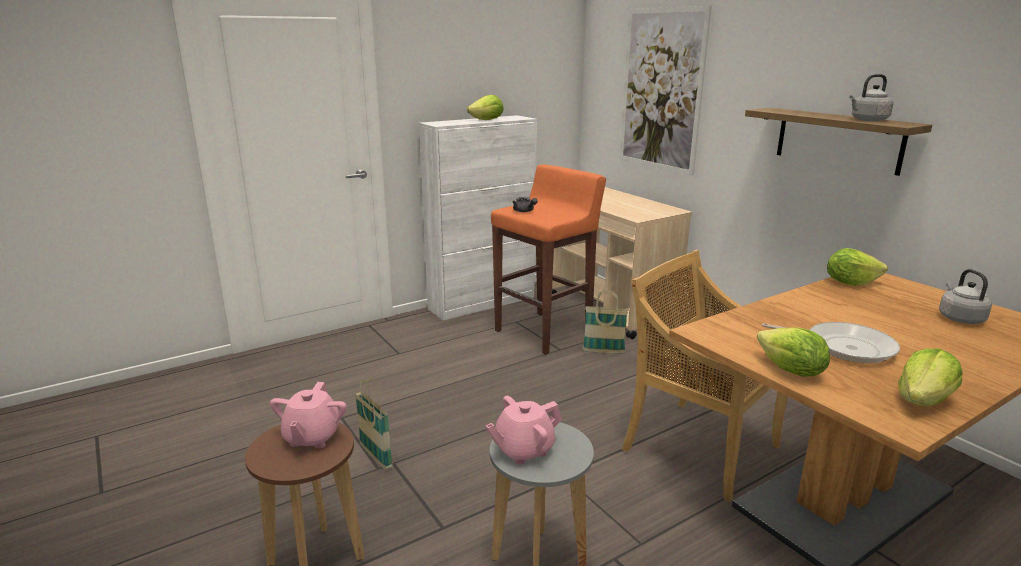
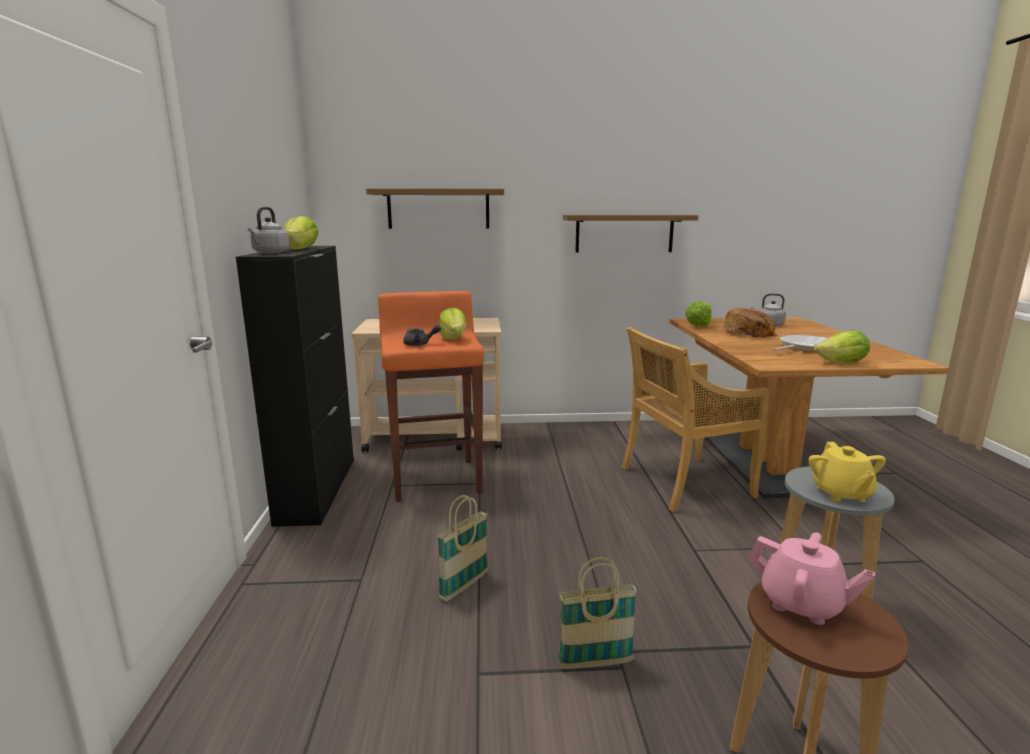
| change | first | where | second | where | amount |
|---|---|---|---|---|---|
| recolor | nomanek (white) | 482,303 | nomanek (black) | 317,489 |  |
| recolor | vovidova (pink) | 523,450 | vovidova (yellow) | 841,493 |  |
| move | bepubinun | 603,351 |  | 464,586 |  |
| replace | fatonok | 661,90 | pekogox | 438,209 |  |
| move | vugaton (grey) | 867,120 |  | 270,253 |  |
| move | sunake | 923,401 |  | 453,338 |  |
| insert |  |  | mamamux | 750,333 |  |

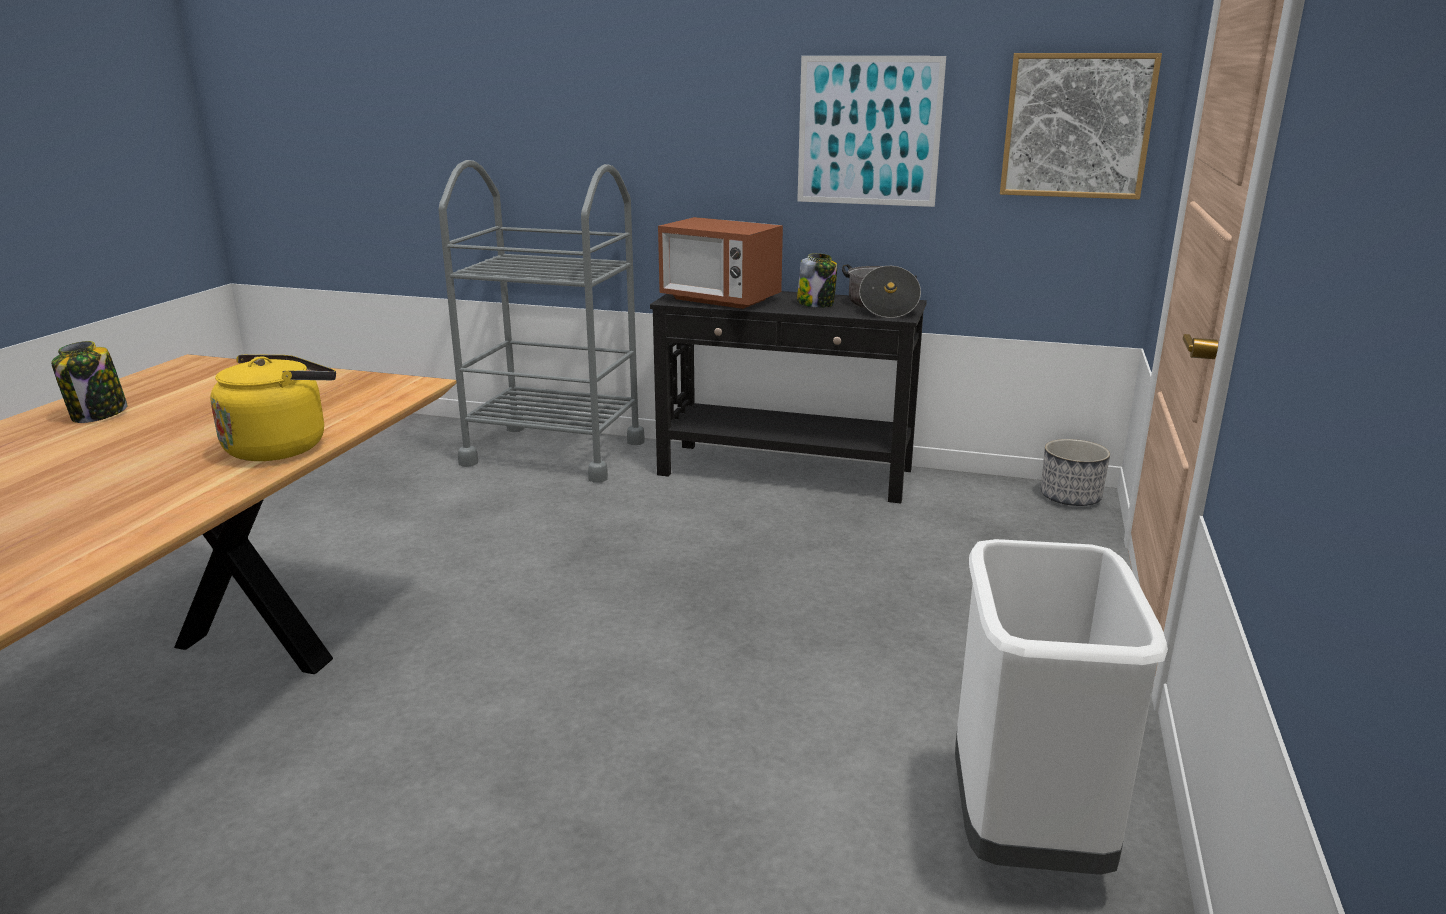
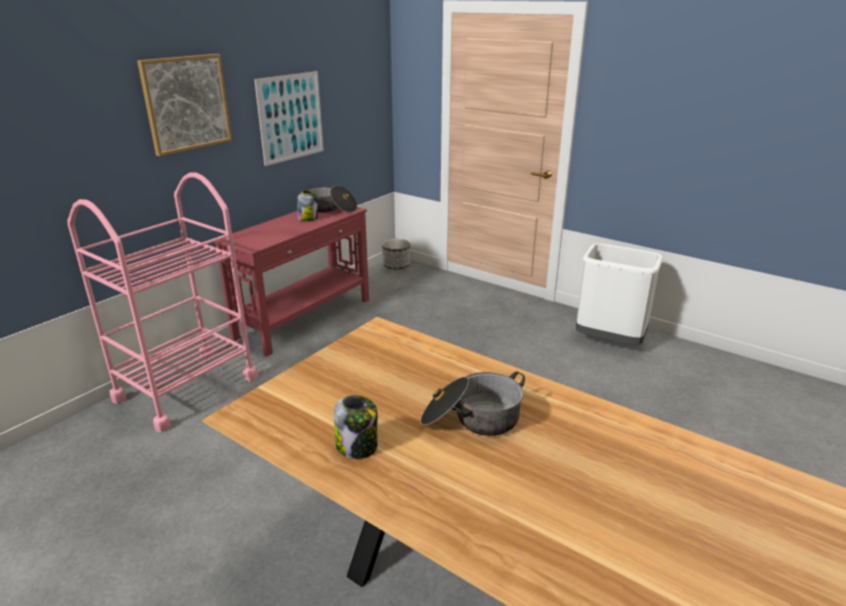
| change | first | where | second | where | amount |
|---|---|---|---|---|---|
| delete | vugaton (yellow) | 281,447 |  |  |  |
| recolor | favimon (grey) | 554,453 | favimon (pink) | 186,388 |  |
| recolor | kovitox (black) | 786,473 | kovitox (red) | 305,318 |  |
| delete | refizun | 720,299 |  |  |  |
| move | fatonok | 1077,126 |  | 186,103 |  |
| insert |  |  | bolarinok | 471,419 |  |

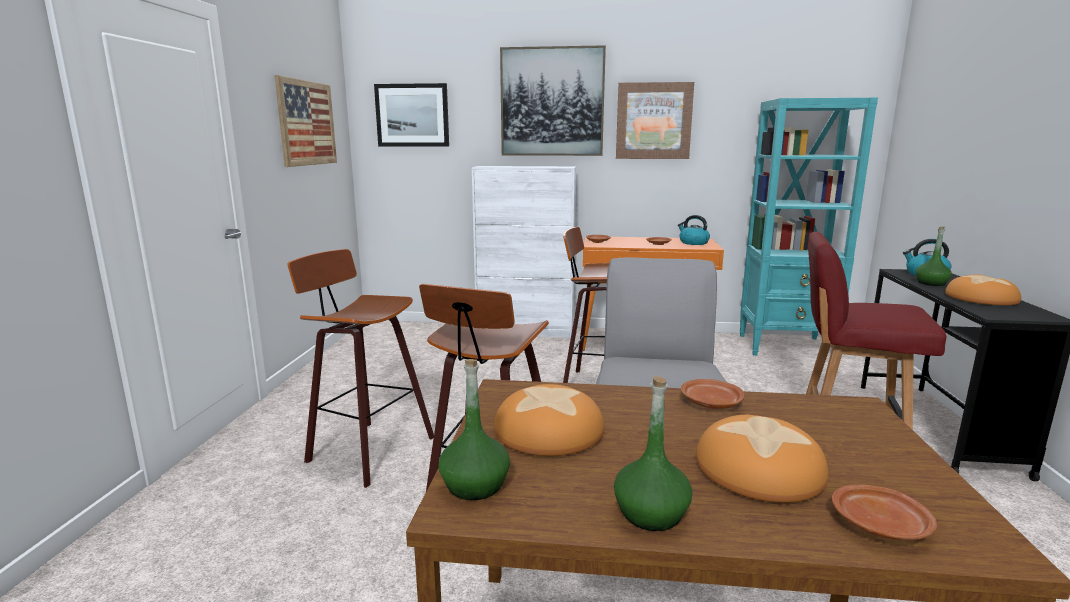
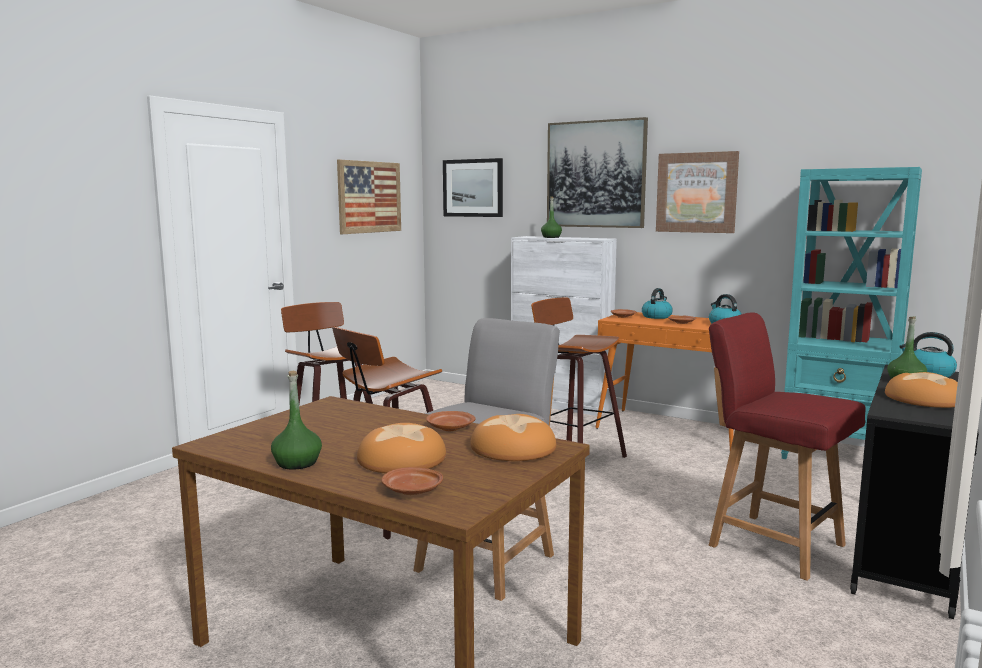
| change | first | where | second | where | amount |
|---|---|---|---|---|---|
| move | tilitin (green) | 474,485 |  | 551,237 |  |
| move | mamamux | 550,430 |  | 514,448 |  |
| insert |  |  | vugaton | 656,316 |  |

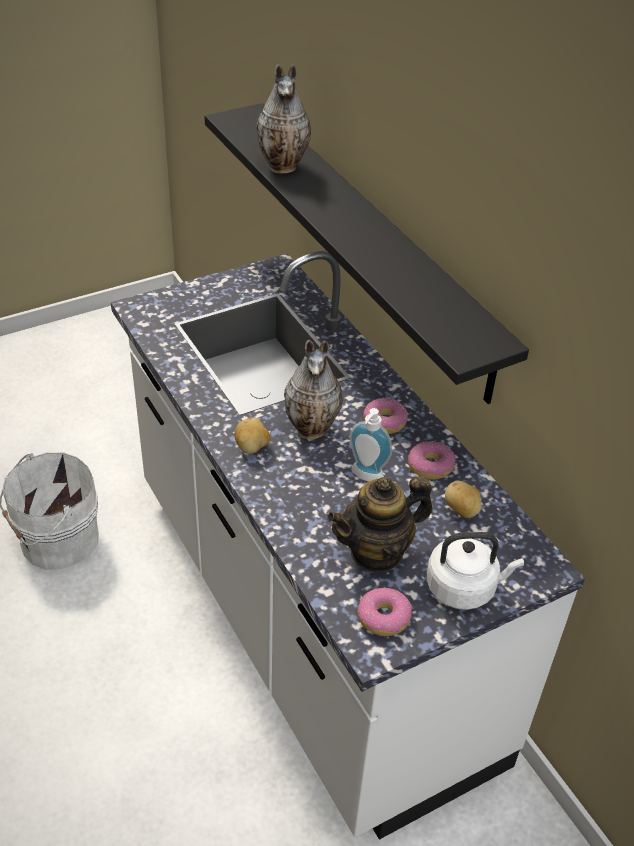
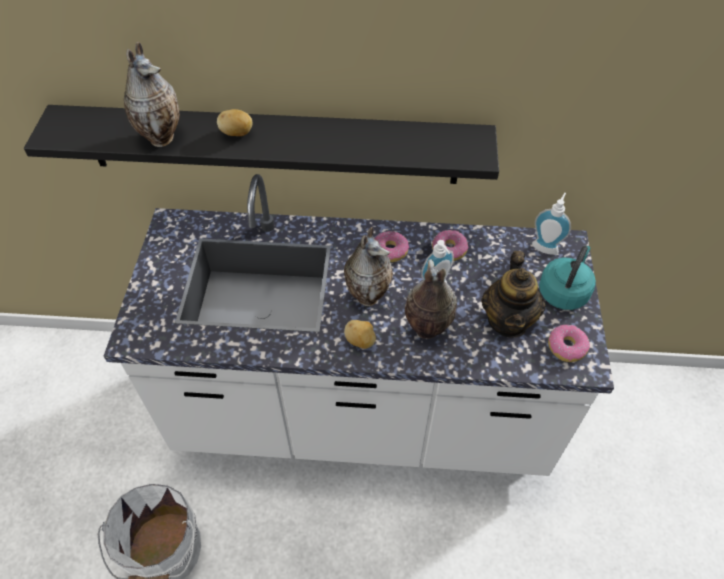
| change | first | where | second | where | amount |
|---|---|---|---|---|---|
| recolor | vugaton (white) | 464,588 | vugaton (turquoise) | 564,291 |  |
| move | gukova | 461,510 |  | 237,133 |  |
| insert |  |  | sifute | 426,329 |  |
| insert |  |  | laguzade | 546,246 |  |

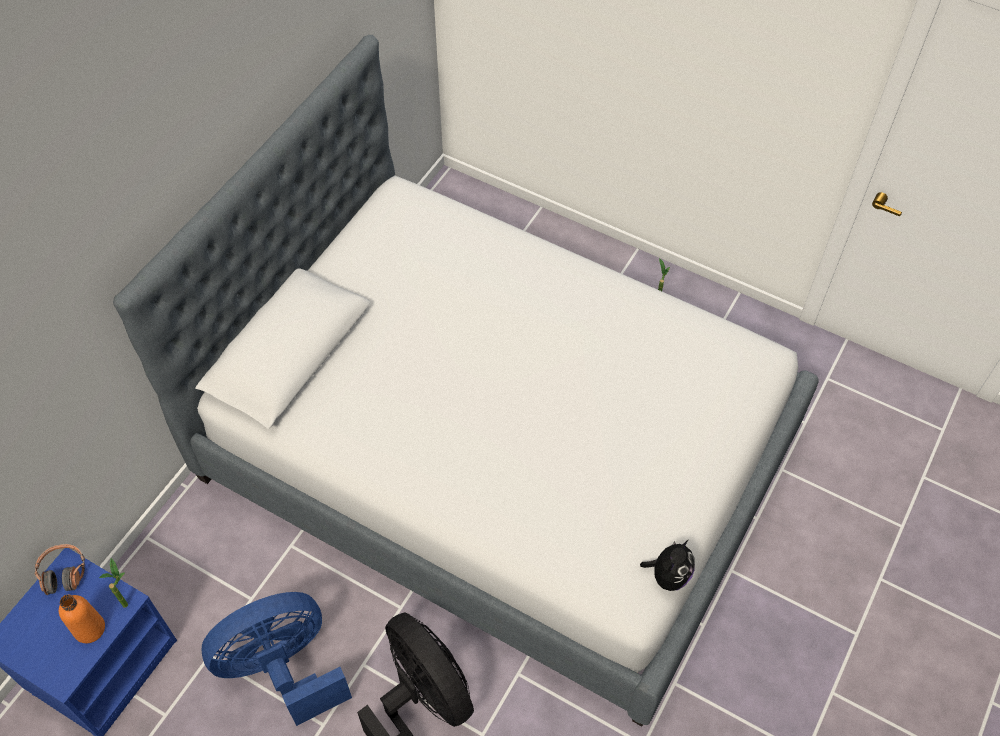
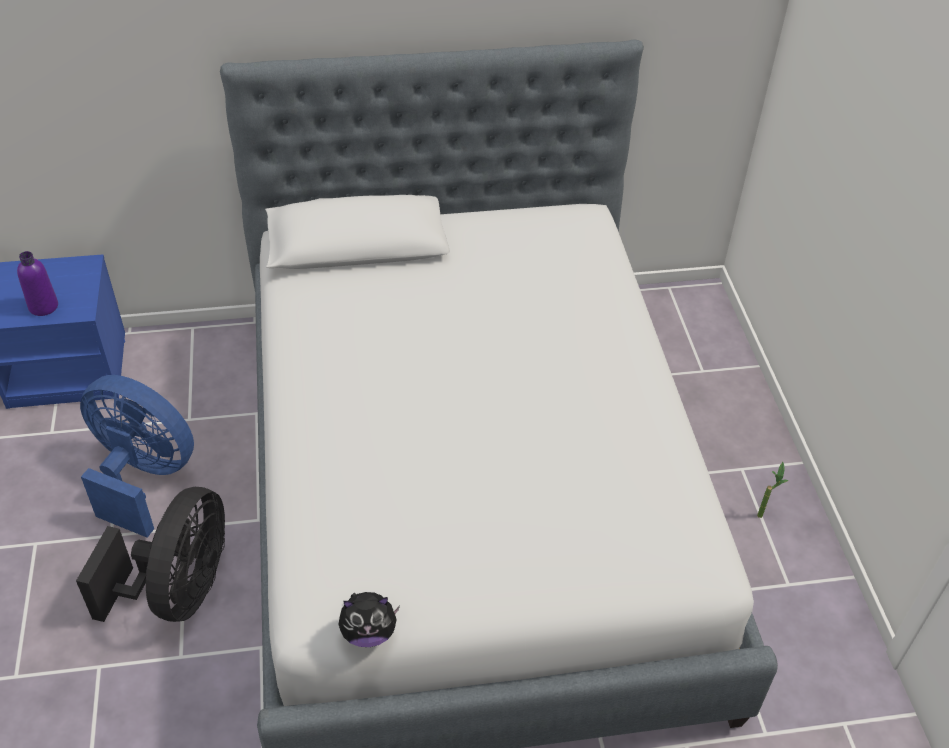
| change | first | where | second | where | amount |
|---|---|---|---|---|---|
| delete | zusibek | 63,573 |  |  |  |
| recolor | tilitin (orange) | 89,629 | tilitin (purple) | 43,306 |  |
| delete | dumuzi | 128,599 |  |  |  |

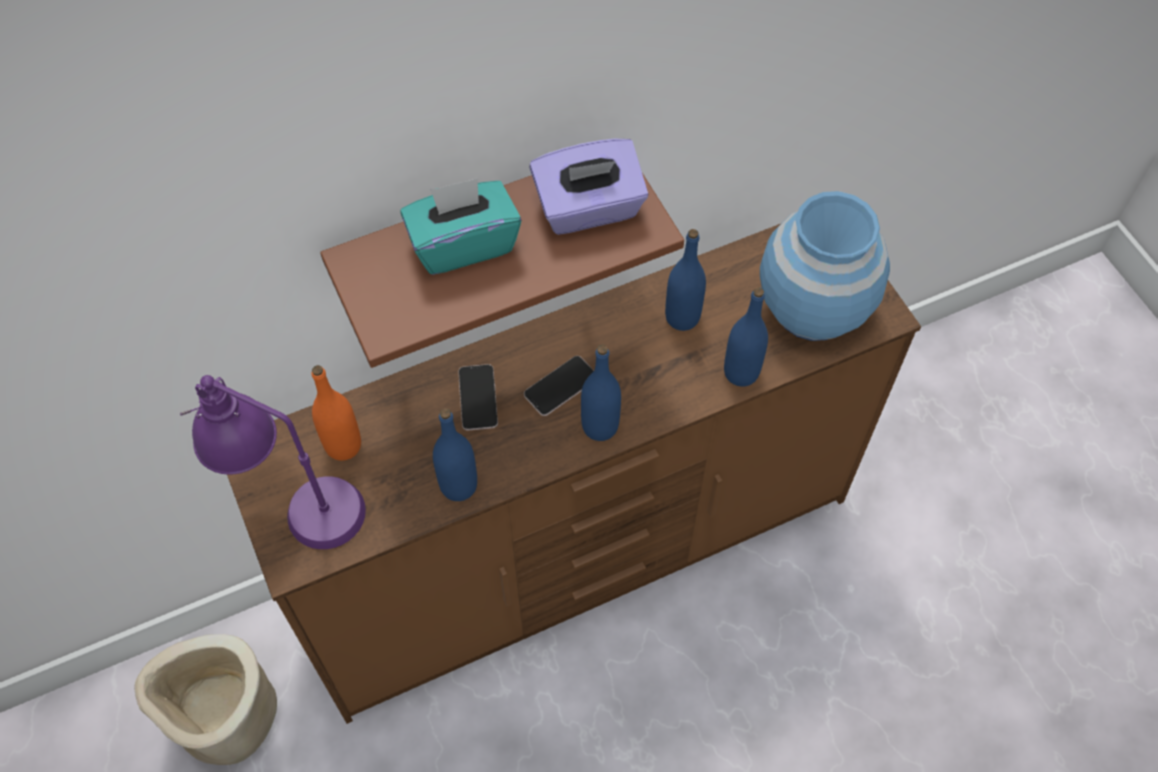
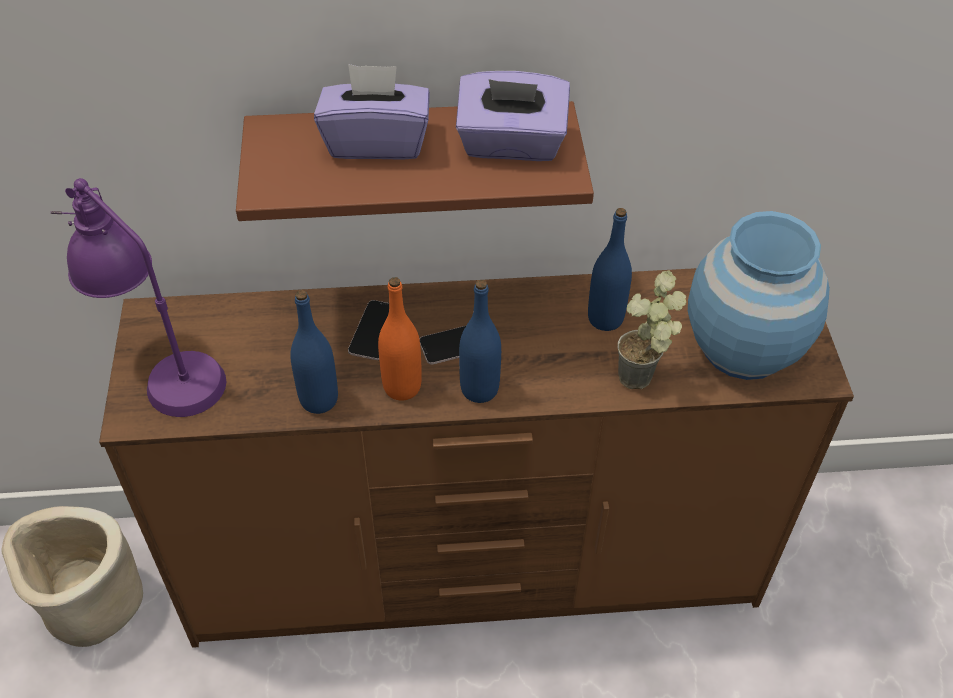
| change | first | where | second | where | amount |
|---|---|---|---|---|---|
| move | tilitin (orange) | 343,445 |  | 402,387 |  |
| recolor | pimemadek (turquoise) | 463,244 | pimemadek (purple) | 376,142 |  |
| replace | tilitin (blue) | 741,372 | dumuzi | 643,383 |  |

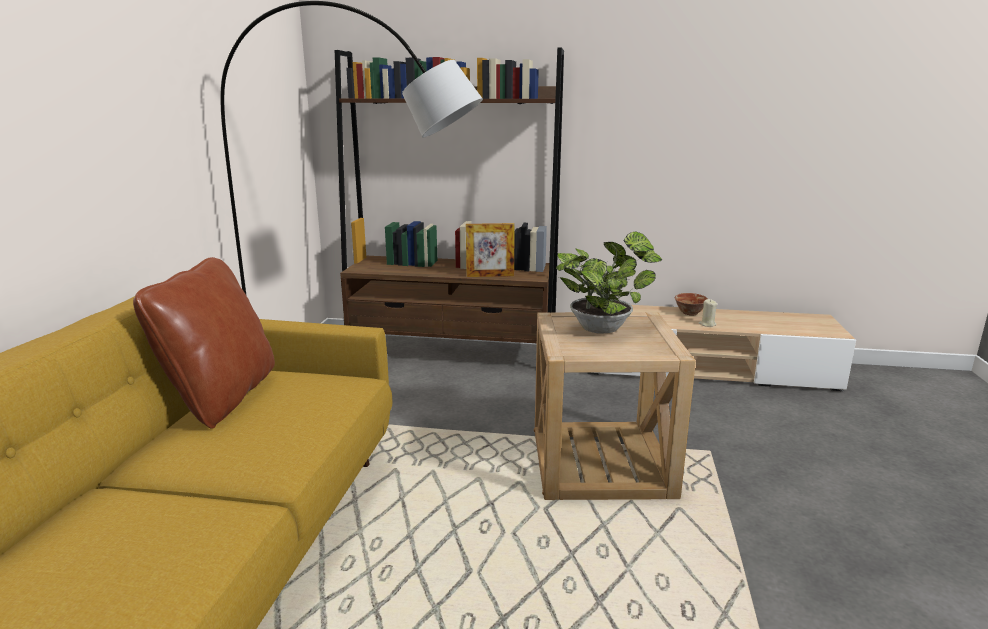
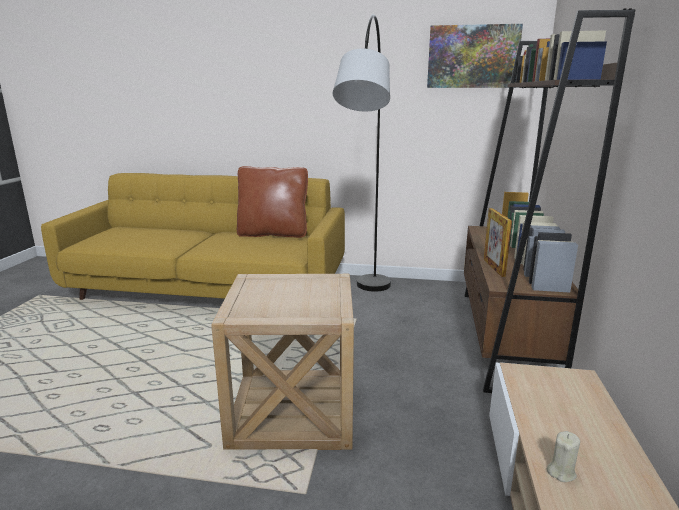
| change | first | where | second | where | amount |
|---|---|---|---|---|---|
| delete | dumuzi | 604,328 |  |  |  |
| delete | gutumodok | 690,313 |  |  |  |
| insert |  |  | fatonok | 472,57 |  |

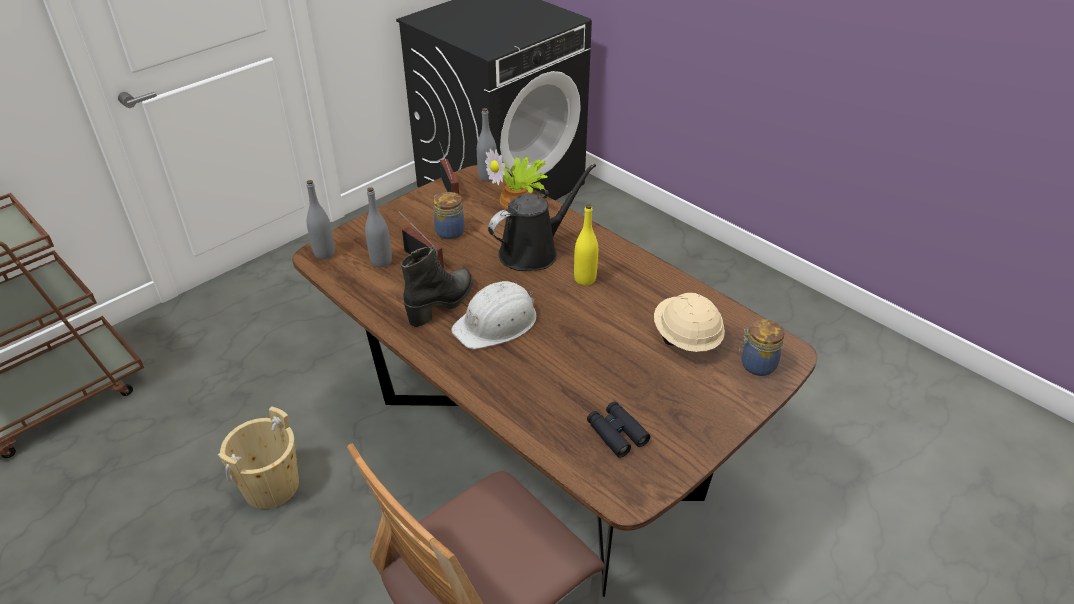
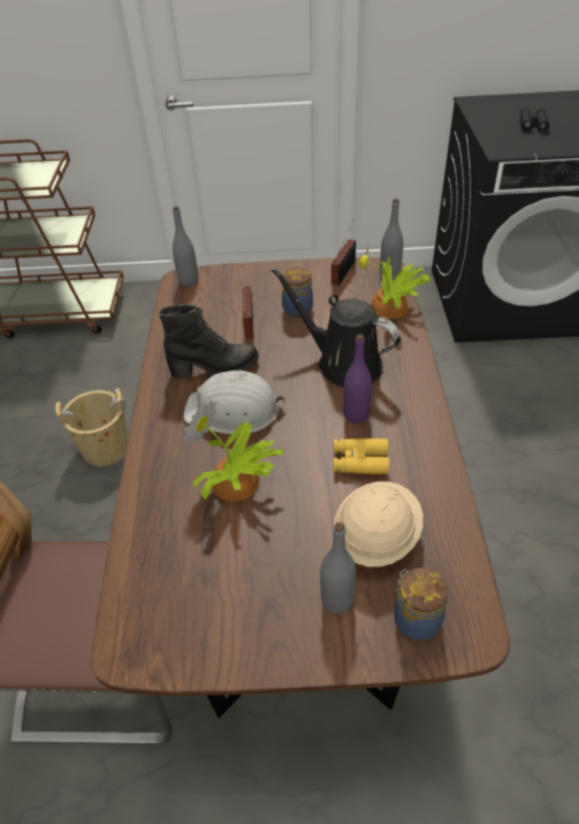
| change | first | where | second | where | amount |
|---|---|---|---|---|---|
| move | tilitin (grey) | 381,261 |  | 337,600 |  |
| rotate | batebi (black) | 533,251 |  | 343,363 | 150 degrees counterclockwise |
| recolor | tilitin (yellow) | 585,279 | tilitin (purple) | 356,415 |  |
| move | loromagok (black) | 617,433 |  | 532,124 |  |
| insert |  |  | dumuzi | 236,484 |  |
| insert |  |  | loromagok (yellow) | 360,461 |  |

